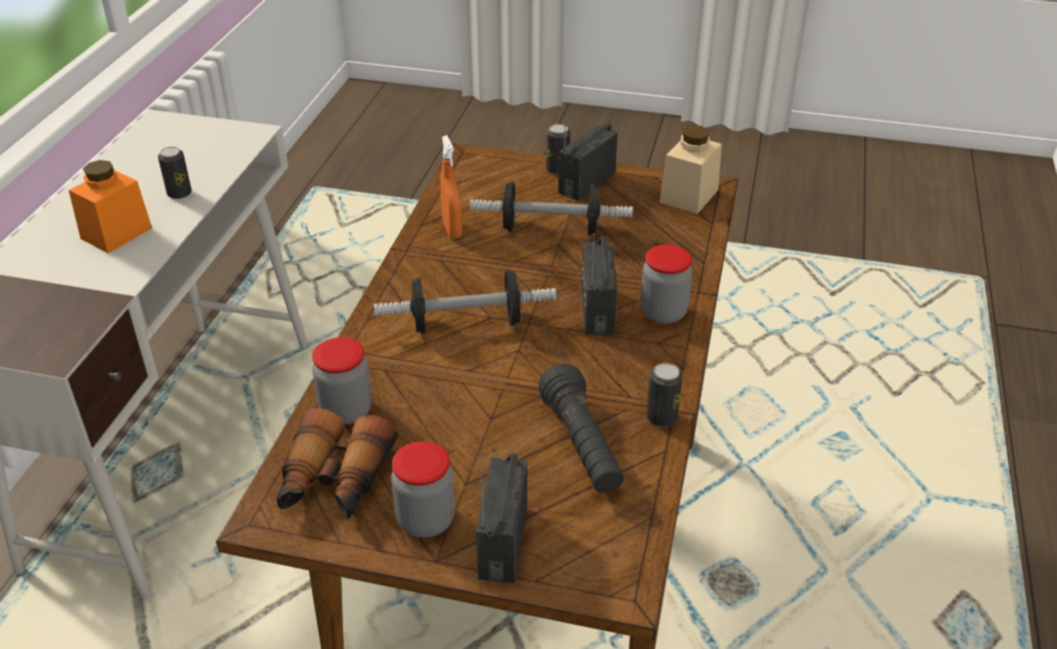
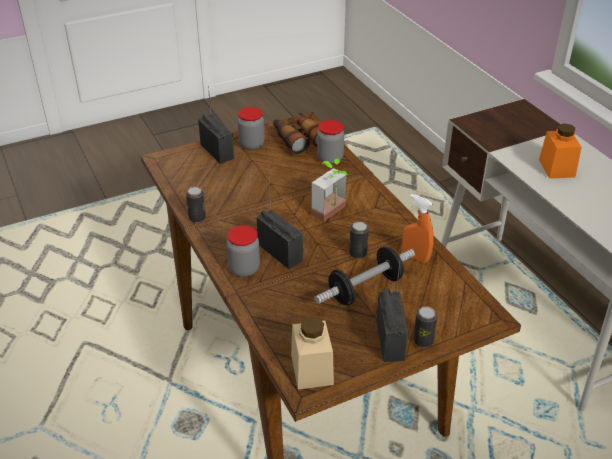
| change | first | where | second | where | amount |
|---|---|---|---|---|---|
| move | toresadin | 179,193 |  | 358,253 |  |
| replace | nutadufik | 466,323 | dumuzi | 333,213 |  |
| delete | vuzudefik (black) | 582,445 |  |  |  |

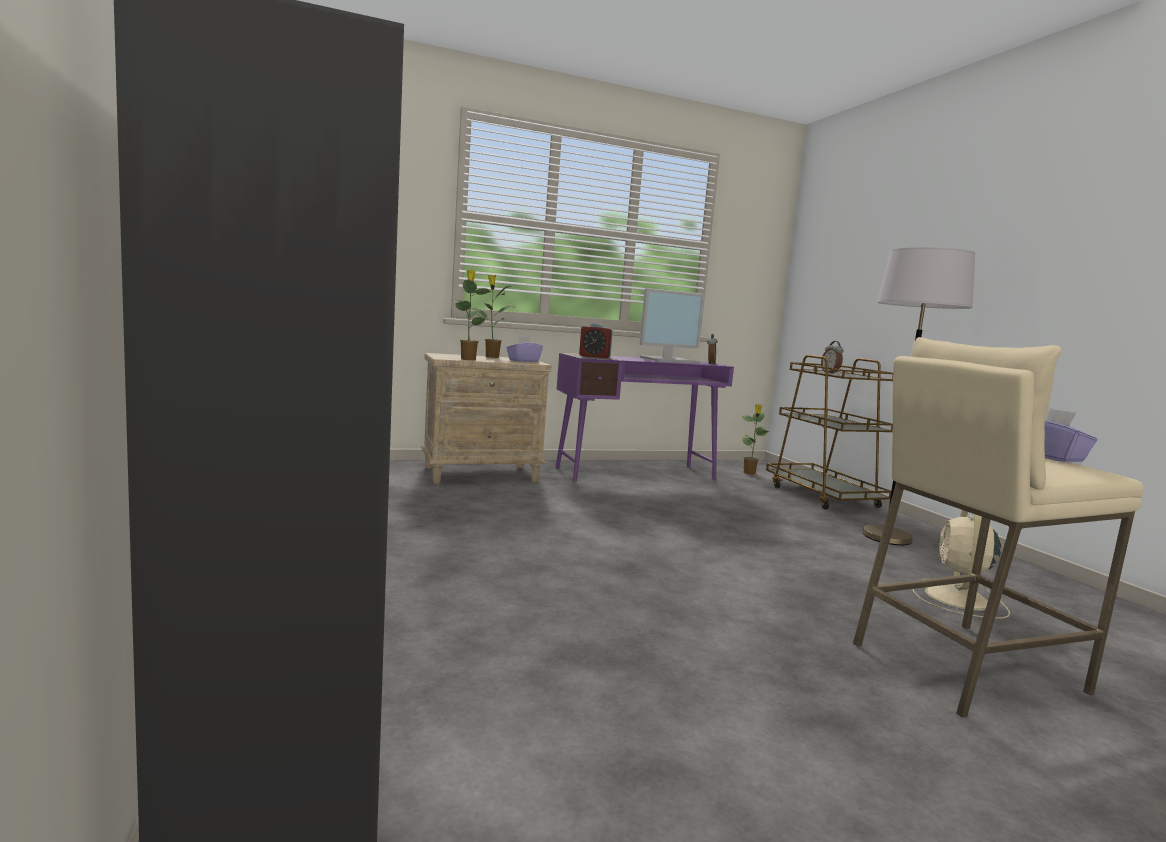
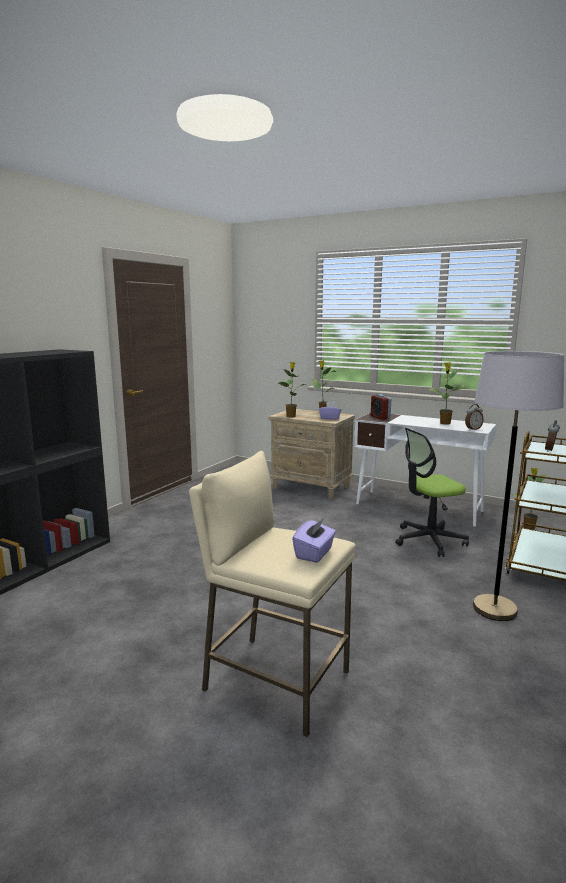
| change | first | where | second | where | amount |
|---|---|---|---|---|---|
| recolor | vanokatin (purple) | 636,473 | vanokatin (white) | 419,507 |  |
| replace | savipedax | 669,360 | dumuzi | 444,423 |  |
| delete | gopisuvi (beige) | 957,599 |  |  |  |
| insert |  |  | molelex | 429,540 |  |

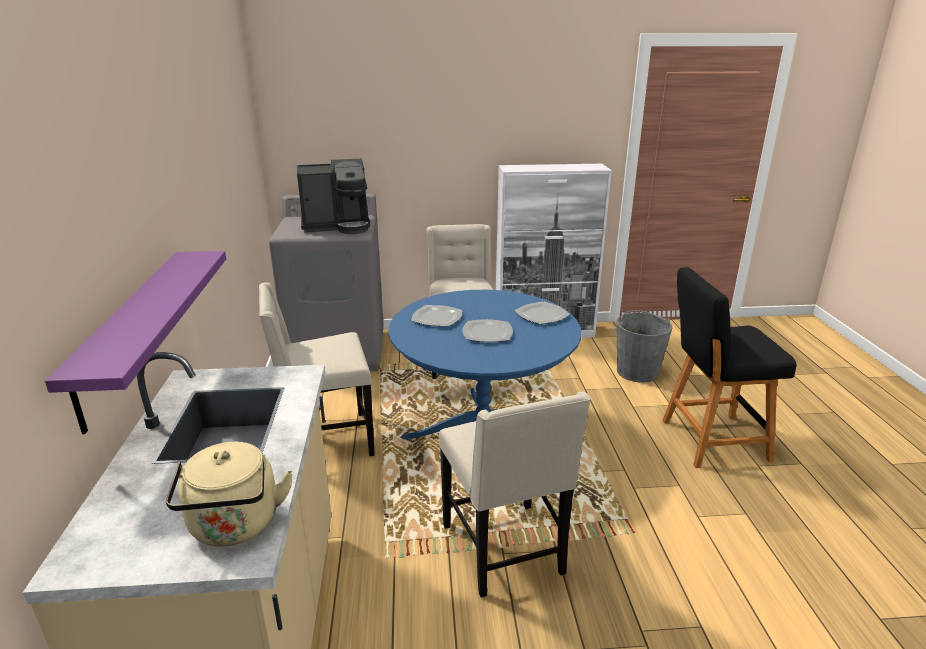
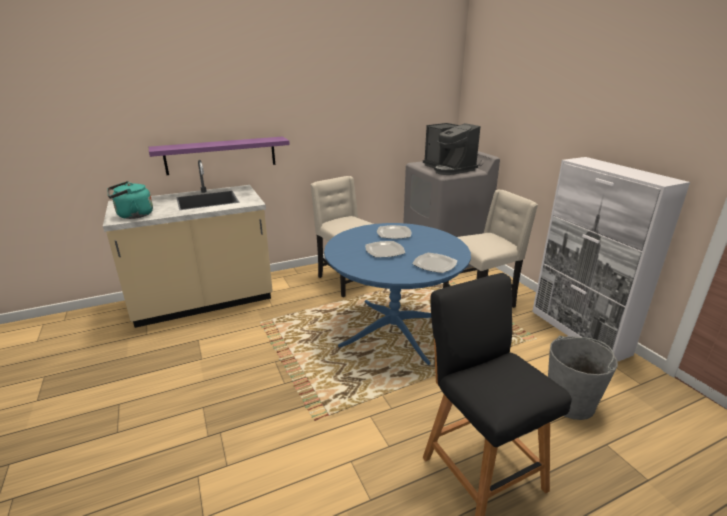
| change | first | where | second | where | amount |
|---|---|---|---|---|---|
| recolor | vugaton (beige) | 235,527 | vugaton (turquoise) | 133,215 |  |
| delete | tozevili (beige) | 505,550 |  |  |  |

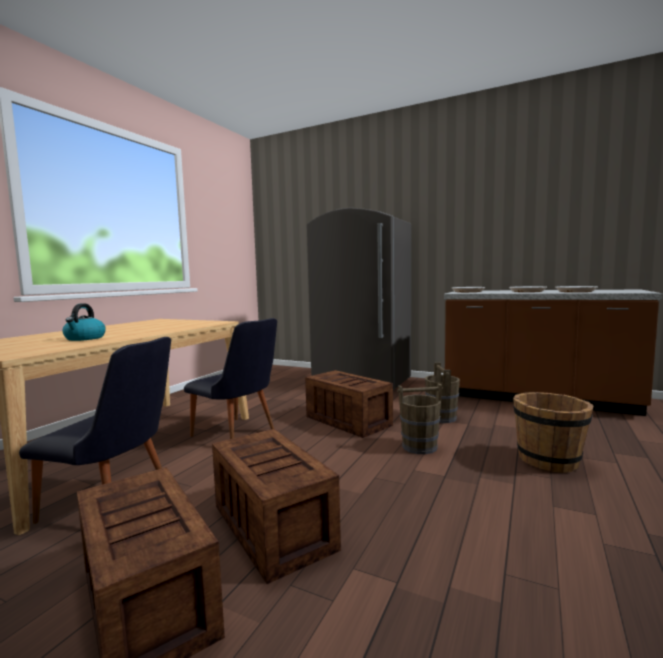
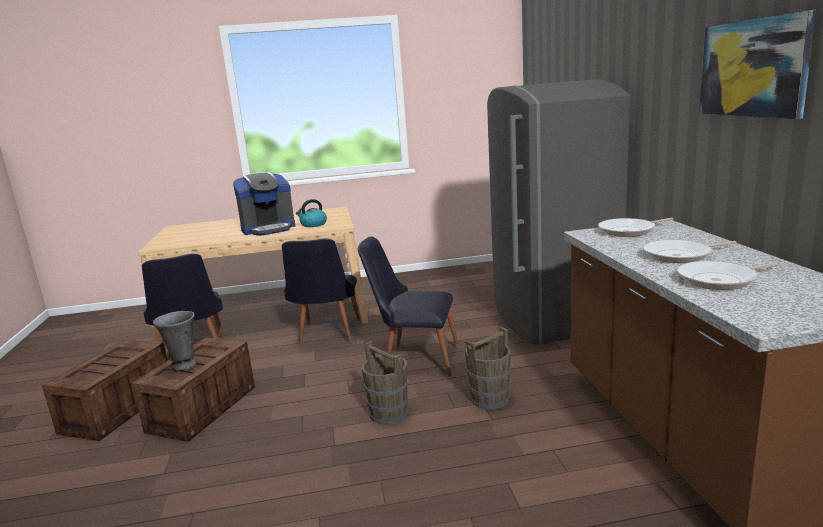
| change | first | where | second | where | amount |
|---|---|---|---|---|---|
| move | vugaton | 85,338 |  | 313,224 |  |
| replace | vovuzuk | 347,420 | tozevili (black) | 414,359 |  |
| delete | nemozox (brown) | 549,460 |  |  |  |
| insert |  |  | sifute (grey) | 183,366 |  |
| insert |  |  | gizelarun | 268,229 |  |
| insert |  |  | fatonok | 753,68 |  |

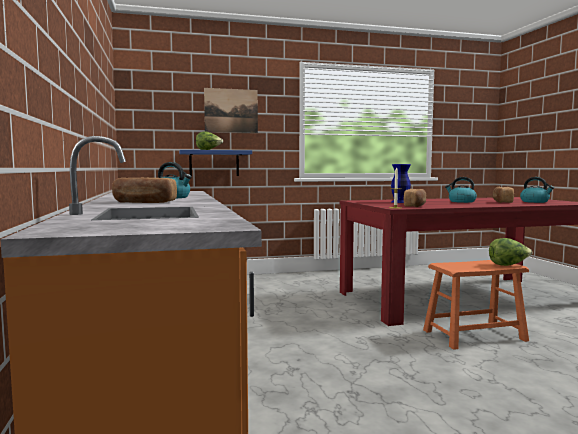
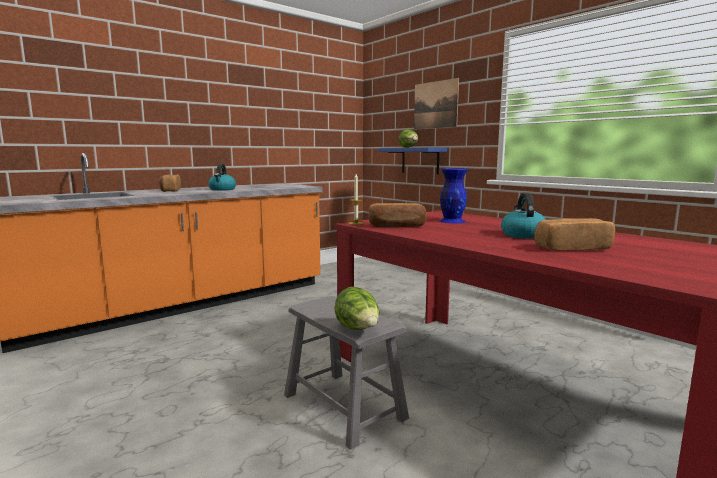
| change | first | where | second | where | amount |
|---|---|---|---|---|---|
| recolor | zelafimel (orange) | 474,335 | zelafimel (grey) | 343,406 |  |
| delete | vugaton | 535,202 |  |  |  |

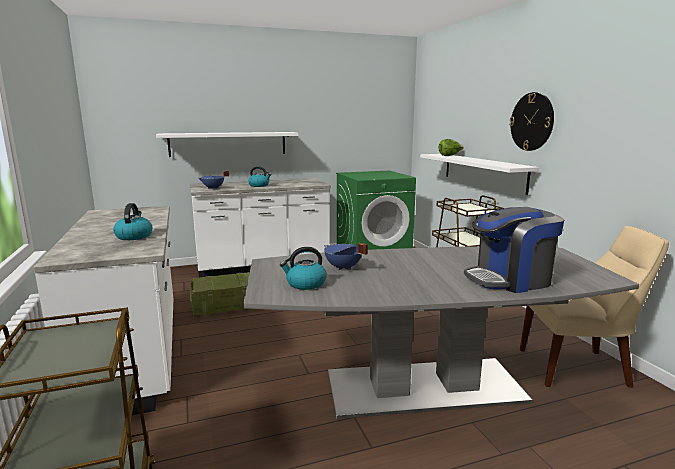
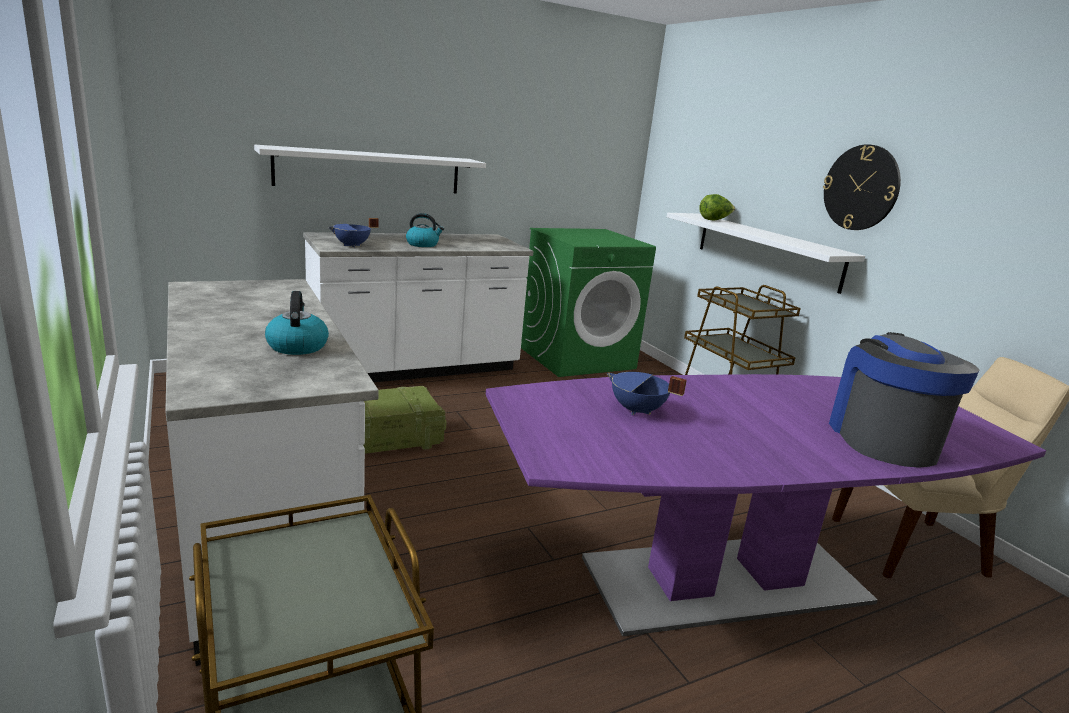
| change | first | where | second | where | amount |
|---|---|---|---|---|---|
| recolor | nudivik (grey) | 423,386 | nudivik (purple) | 725,580 |  |
| delete | vugaton | 305,284 |  |  |  |
| rotate | gizelarun | 509,279 |  | 881,439 | 120 degrees clockwise |

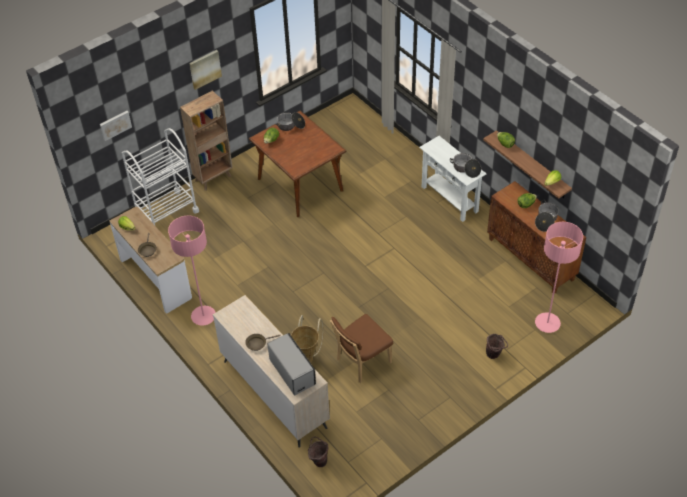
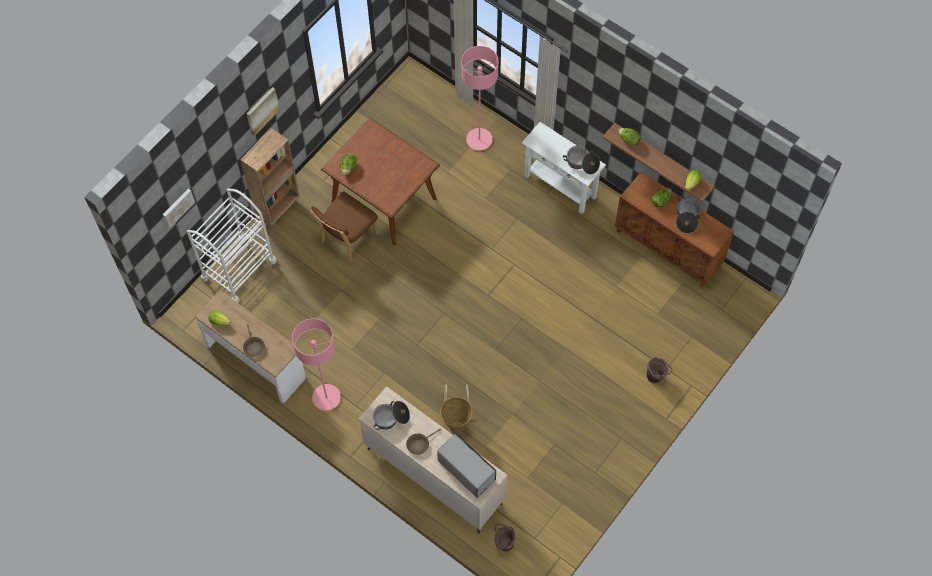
| change | first | where | second | where | amount |
|---|---|---|---|---|---|
| move | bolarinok | 290,125 |  | 391,418 |  |
| move | tozevili (brown) | 361,362 |  | 347,239 |  |
| move | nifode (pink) | 547,323 |  | 479,140 |  |

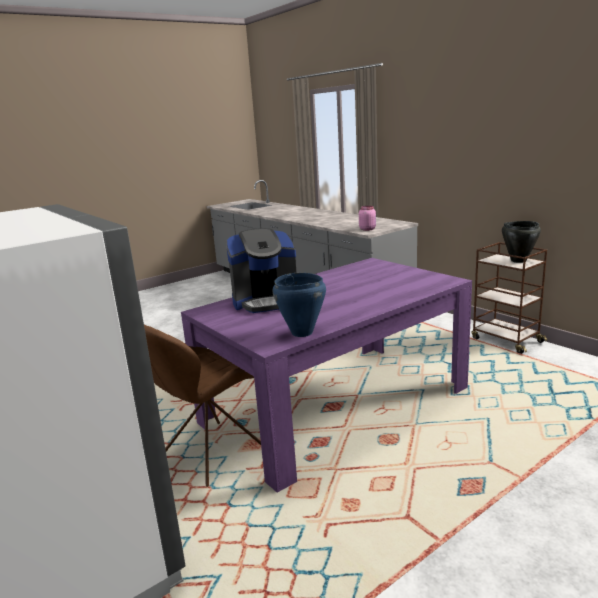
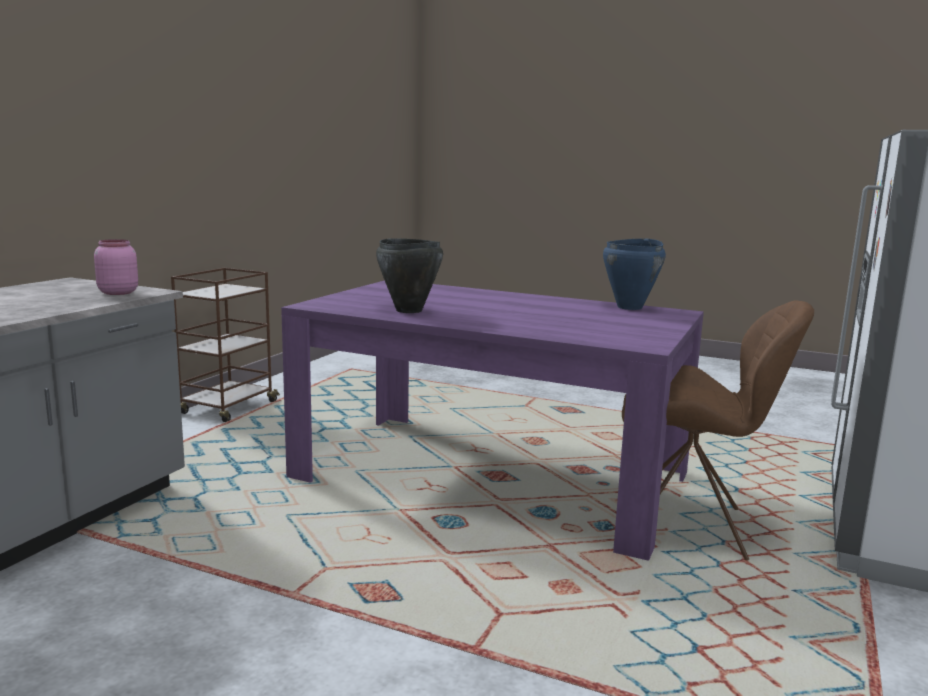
| change | first | where | second | where | amount |
|---|---|---|---|---|---|
| delete | gizelarun | 265,301 |  |  |  |
| move | bolarinok (black) | 518,261 |  | 409,310 |  |

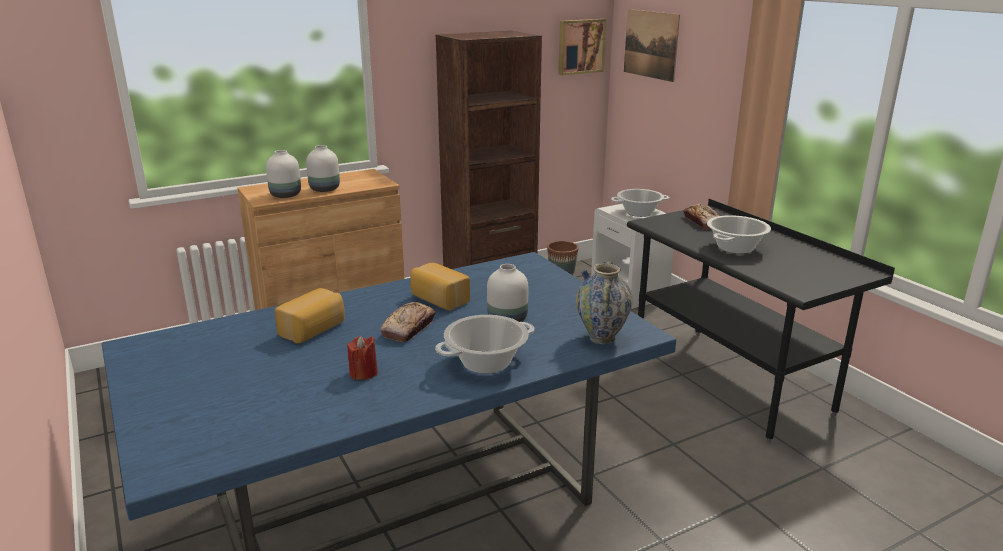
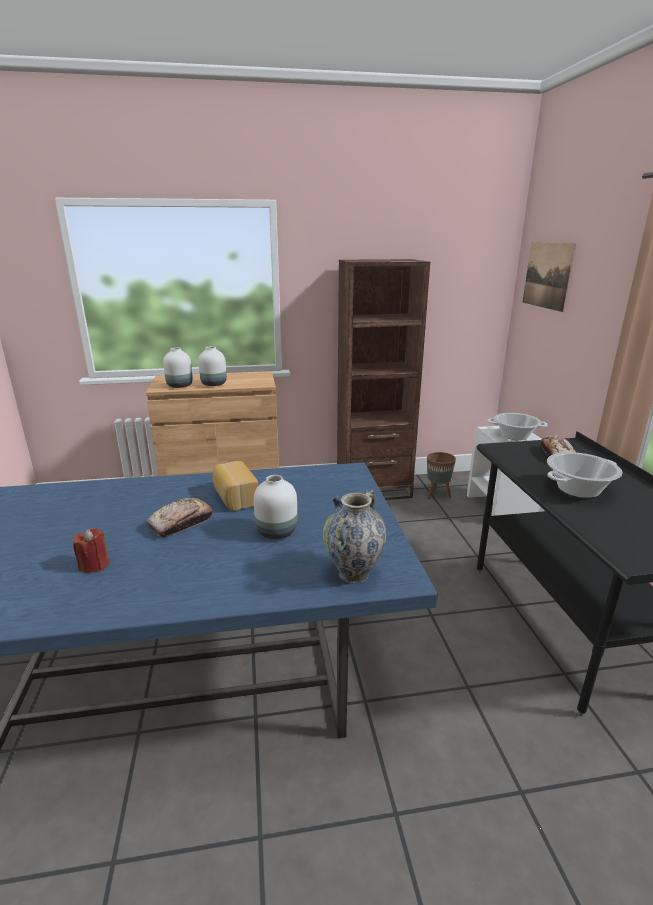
| change | first | where | second | where | amount |
|---|---|---|---|---|---|
| delete | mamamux | 314,329 |  |  |  |
| delete | bolarinok | 486,362 |  |  |  |
| delete | fatonok | 580,46 |  |  |  |

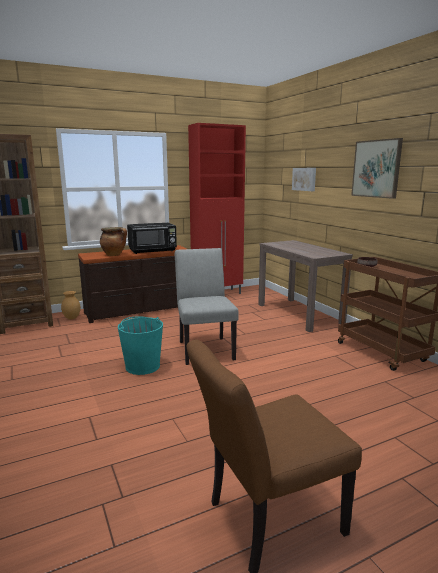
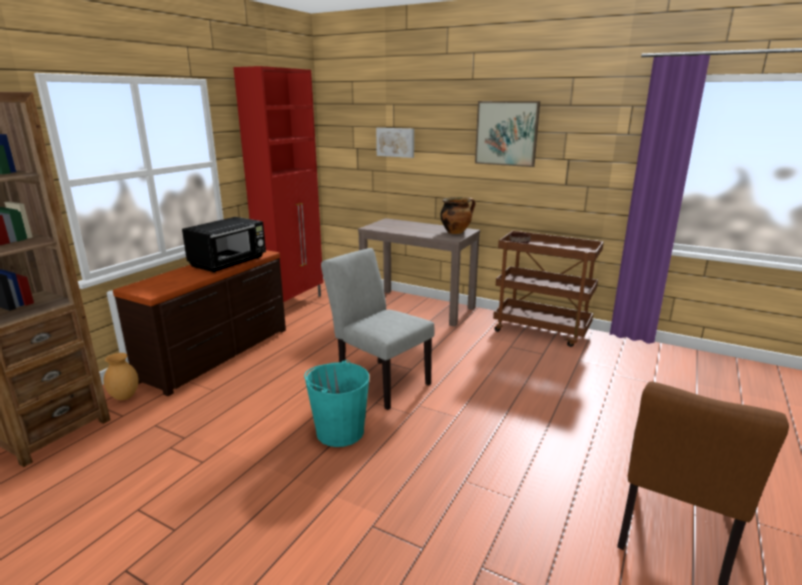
| change | first | where | second | where | amount |
|---|---|---|---|---|---|
| move | bolarinok | 114,255 |  | 456,232 |  |

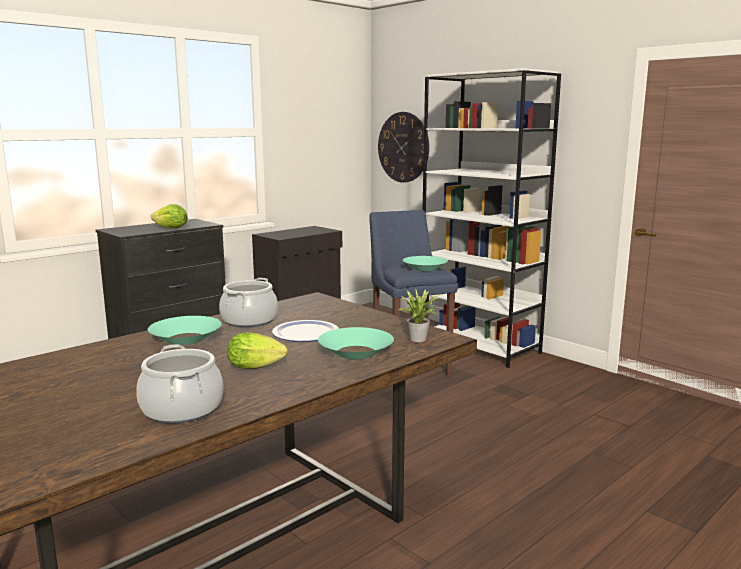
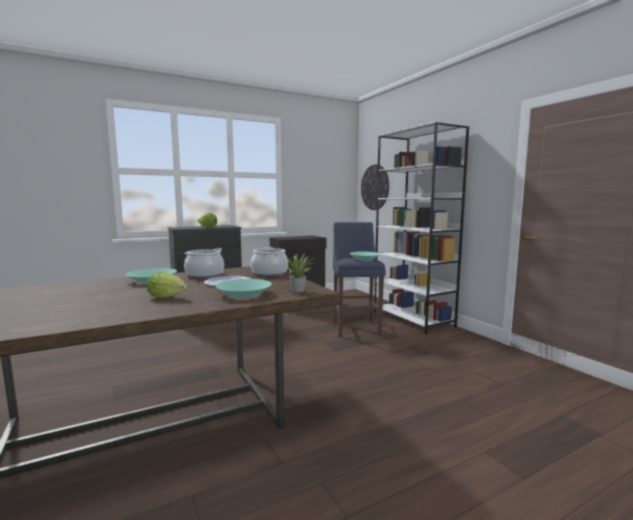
| change | first | where | second | where | amount |
|---|---|---|---|---|---|
| move | bolarinok | 181,409 |  | 269,273 |  |

